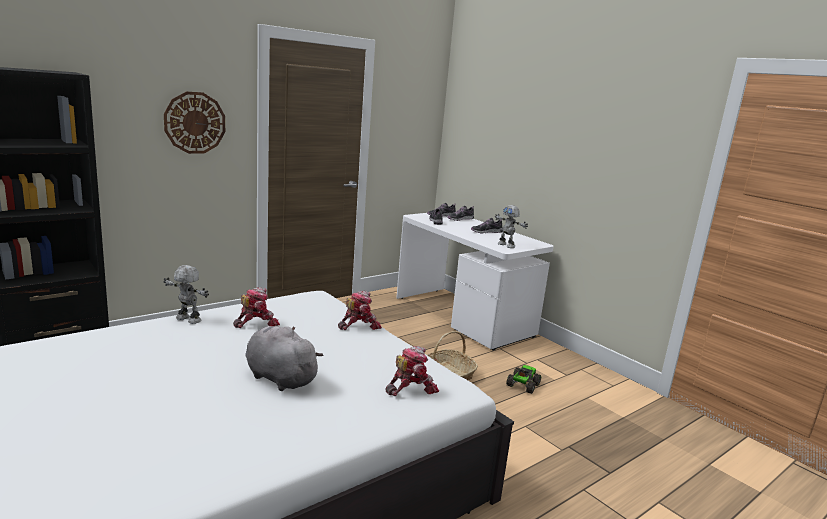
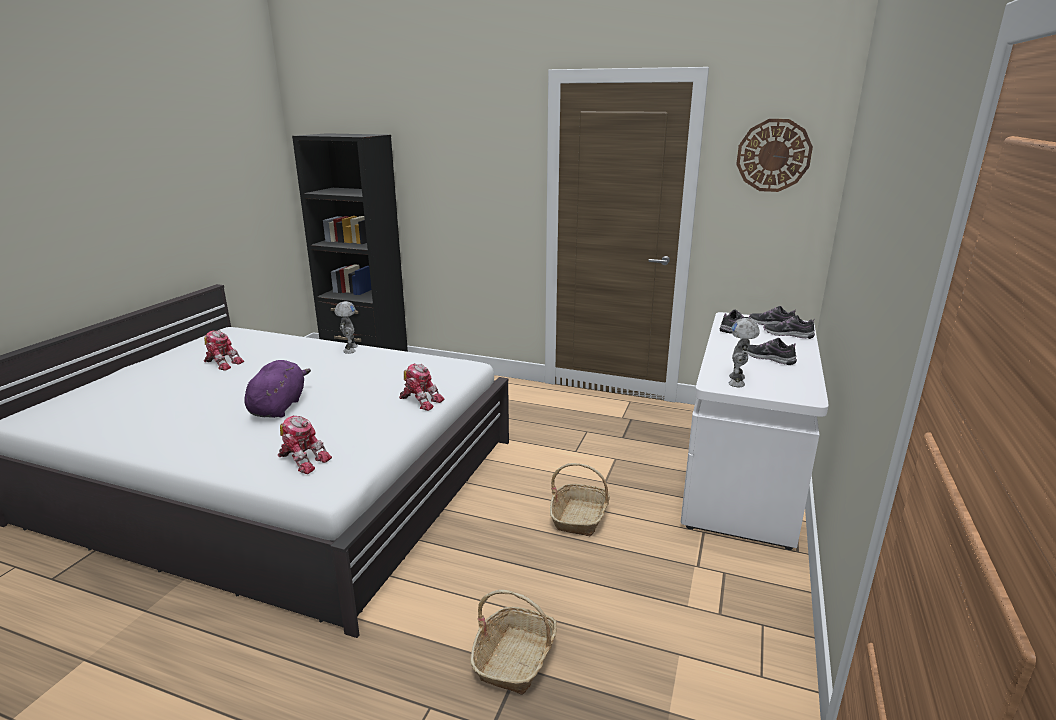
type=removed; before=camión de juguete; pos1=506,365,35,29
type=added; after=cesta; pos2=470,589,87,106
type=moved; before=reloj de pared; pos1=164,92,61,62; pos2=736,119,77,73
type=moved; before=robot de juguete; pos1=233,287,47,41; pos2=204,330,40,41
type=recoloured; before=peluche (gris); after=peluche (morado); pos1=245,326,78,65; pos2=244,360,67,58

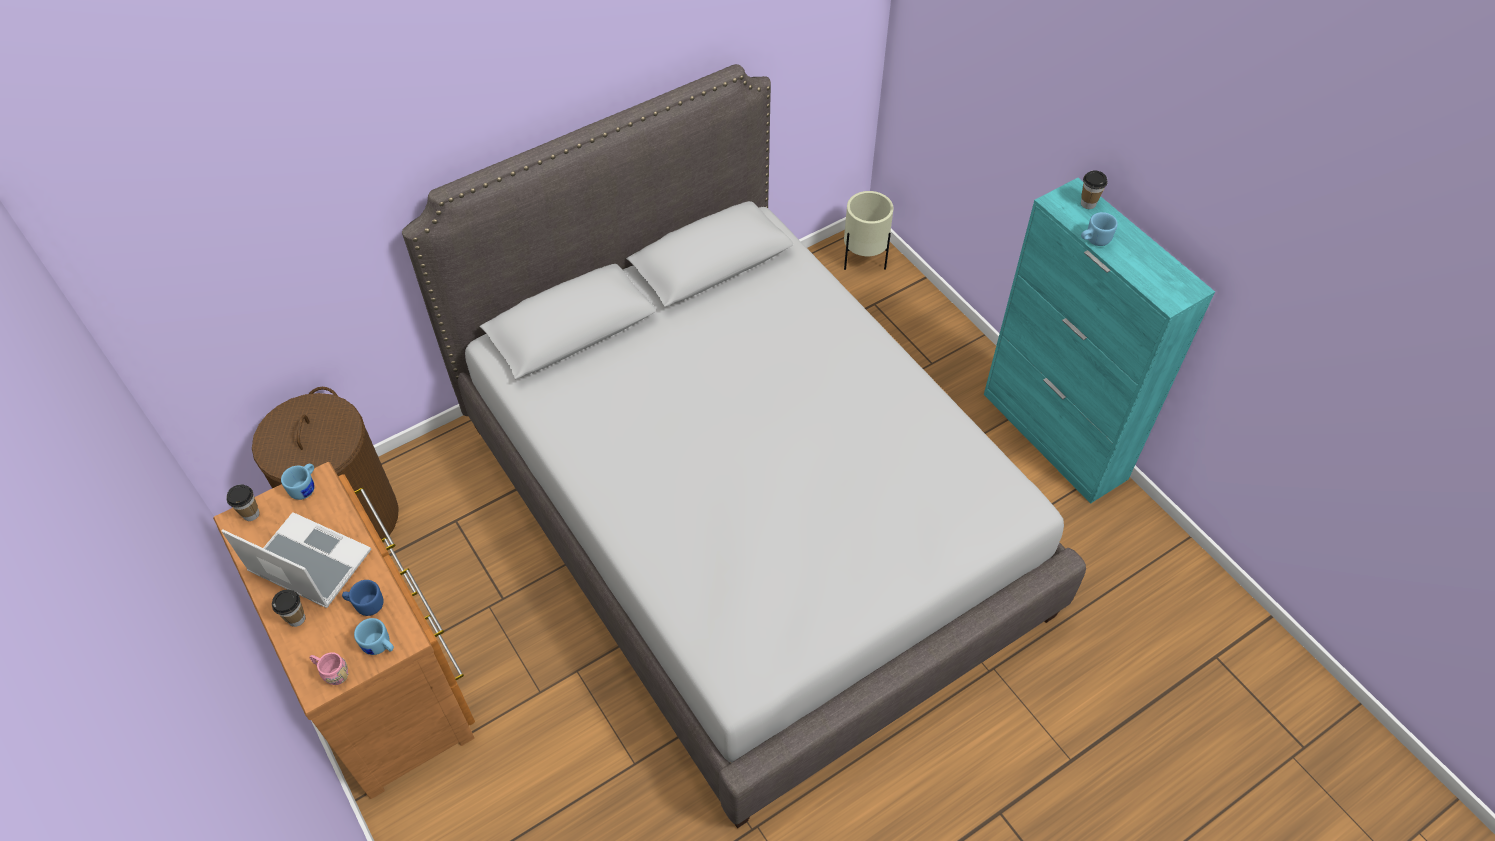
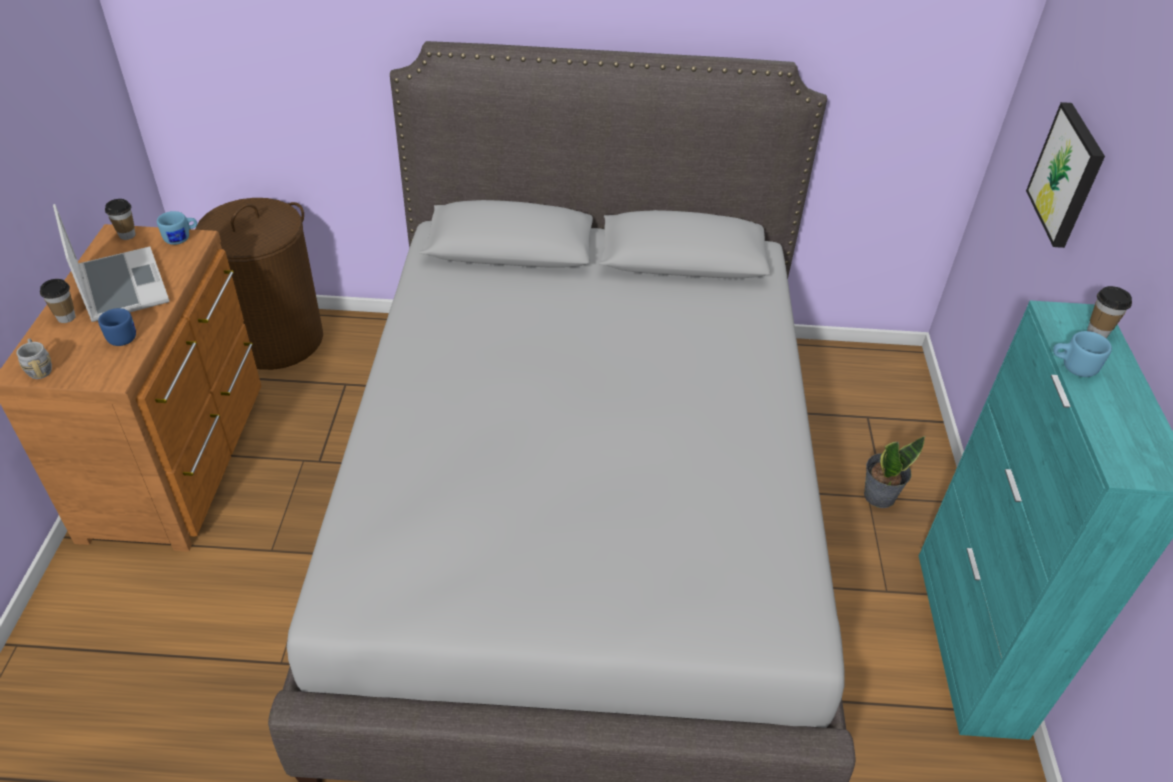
type=removed; before=taza grande (azul); pos1=354,618,40,37
type=removed; before=maceta (beis); pos1=844,191,50,79
type=added; after=planta en maceta; pos2=864,436,61,72
type=added; after=cuadro; pos2=1026,102,79,146
type=recoloured; before=taza grande (rosa); after=taza grande (gris); pos1=309,652,40,33; pos2=16,339,36,40

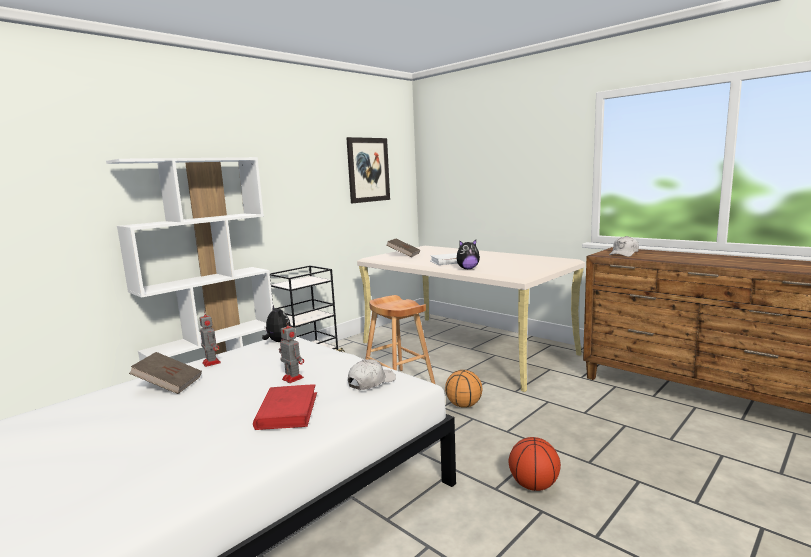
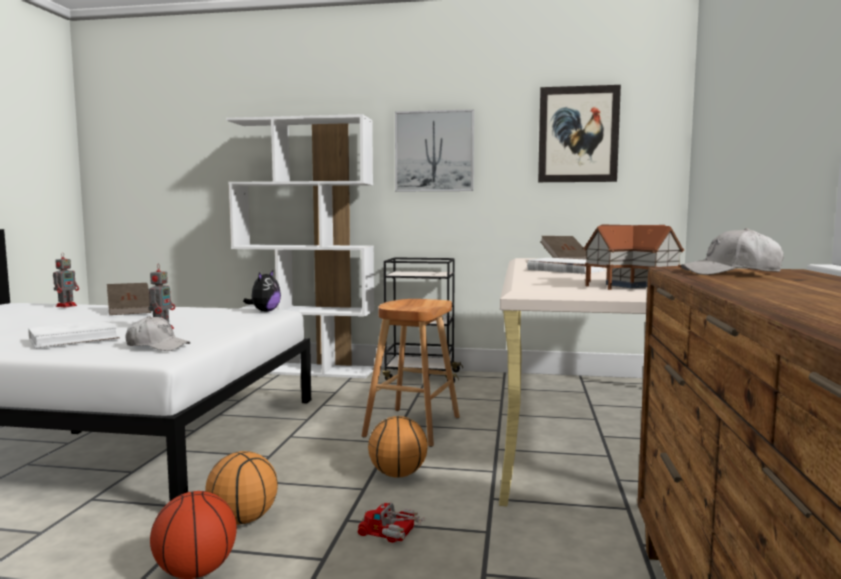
type=removed; before=peluche; pos1=457,240,23,29
type=added; after=balón de baloncesto; pos2=205,451,73,74
type=added; after=camión de juguete; pos2=357,503,70,40
type=added; after=cuadro; pos2=395,109,79,82
type=added; after=casita; pos2=584,224,101,66
type=moved; before=robot de juguete; pos1=199,310,22,57; pos2=53,252,26,56
type=recoloured; before=libro (rojo); after=libro (blanco); pos1=253,384,64,46; pos2=28,321,92,27

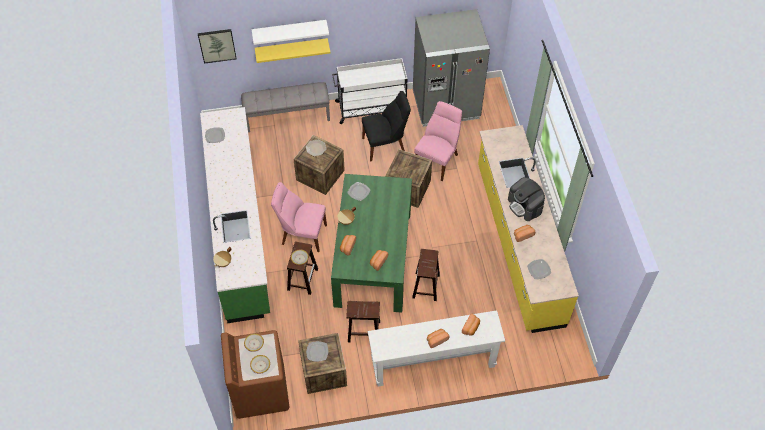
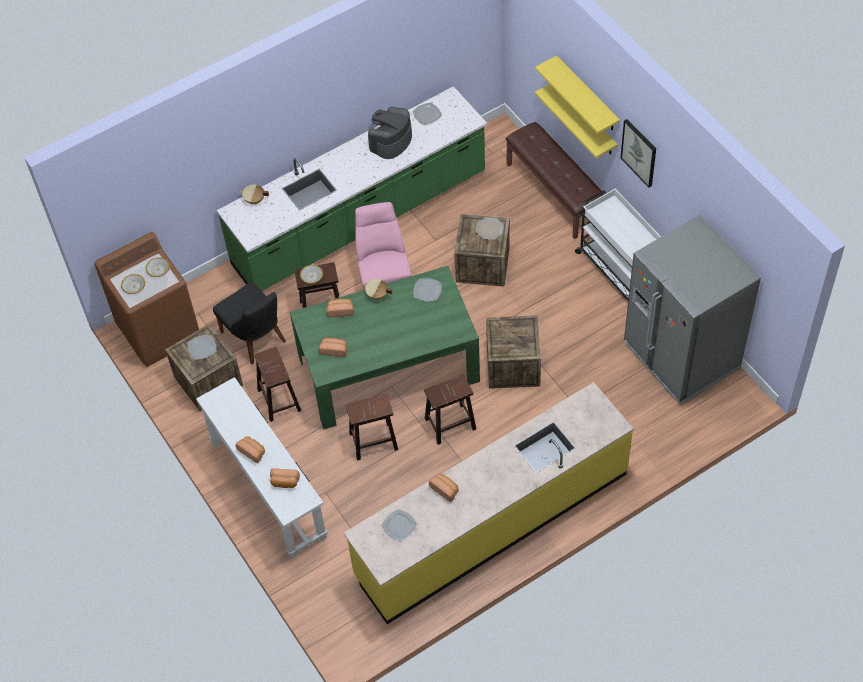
type=removed; before=silla (rosa); pos1=414,101,48,80
type=added; after=taburete (marrón); pos2=424,374,52,71
type=moved; before=cuadro; pos1=198,29,38,35; pos2=620,119,36,69
type=moved; before=silla (negro); pos1=362,91,49,71; pos2=213,282,73,83
type=moved; before=cafetera; pos1=508,177,37,44; pos2=368,107,44,52
type=recoloured; before=banco (gris); after=banco (marrón); pos1=241,82,89,50; pos2=506,122,98,117
type=recoloured; before=estante (blanco); after=estante (amarillo); pos1=252,20,77,25; pos2=535,56,85,78

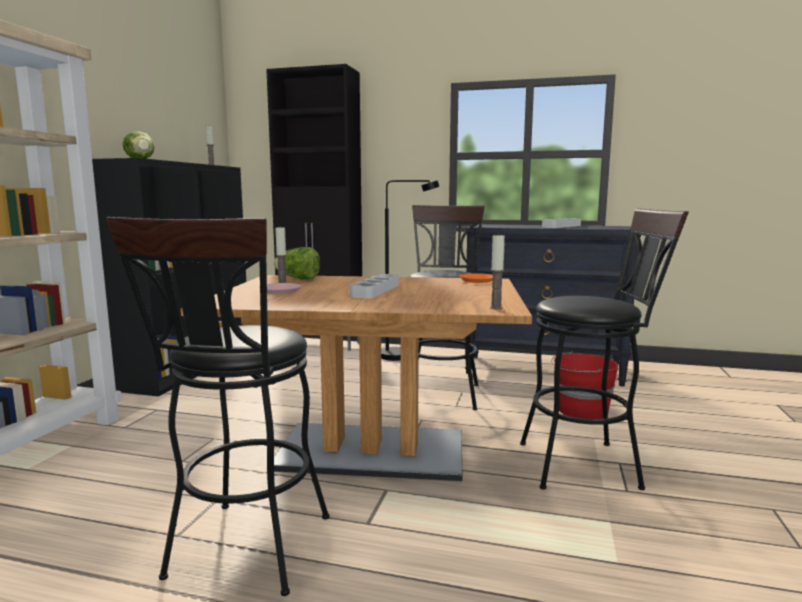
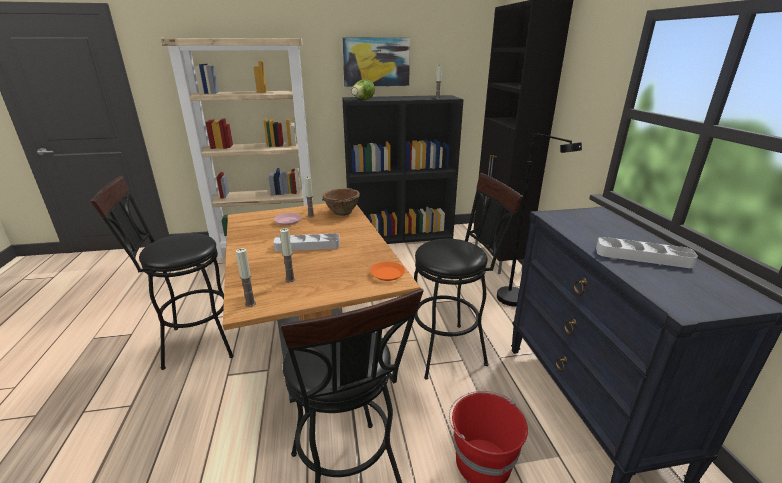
type=added; after=vela; pos2=279,228,16,54
type=added; after=cuadro; pos2=342,37,68,50
type=replaced; before=lechuga; after=cuenco (marrón); pos1=274,247,46,32; pos2=322,188,38,28

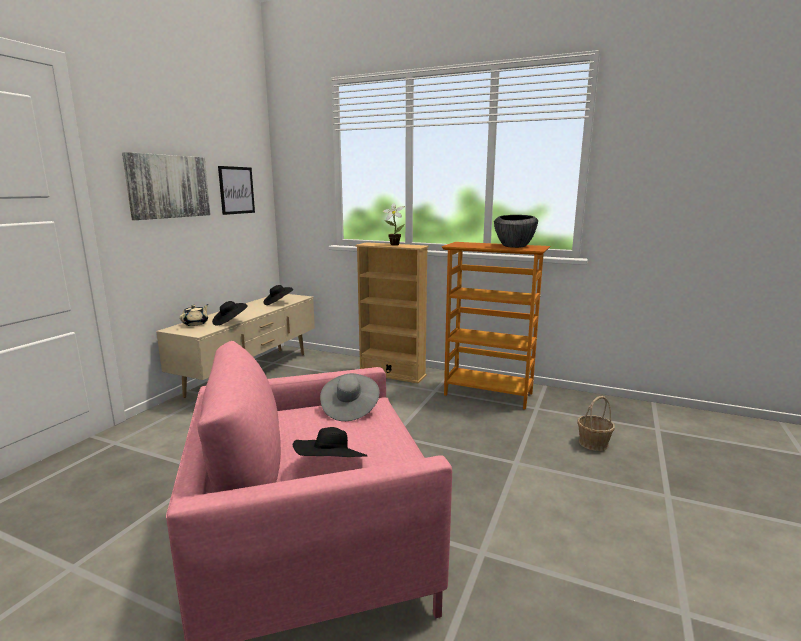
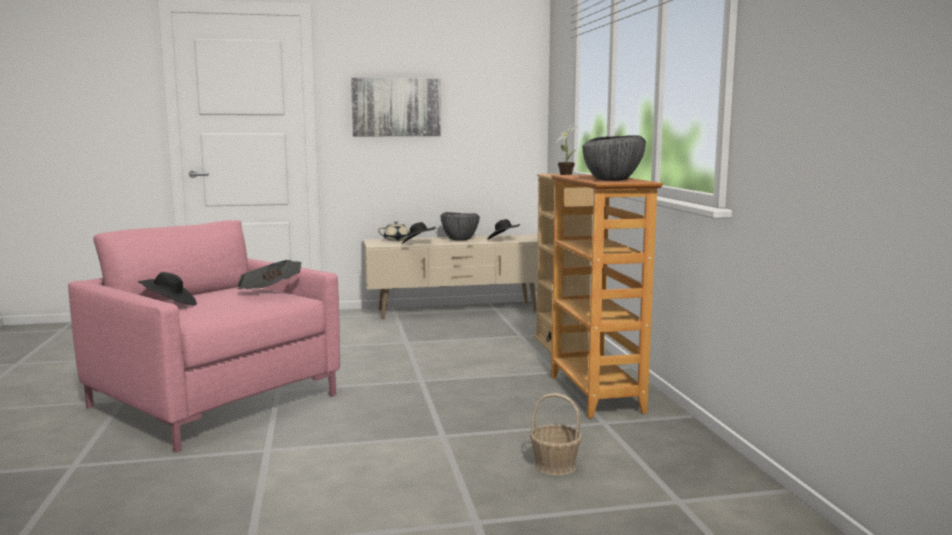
type=removed; before=cuadro; pos1=218,166,37,49
type=added; after=cuenco; pos2=440,212,40,28
type=replaced; before=sombrero (gris); after=periódico; pos1=320,373,60,48; pos2=237,260,65,29

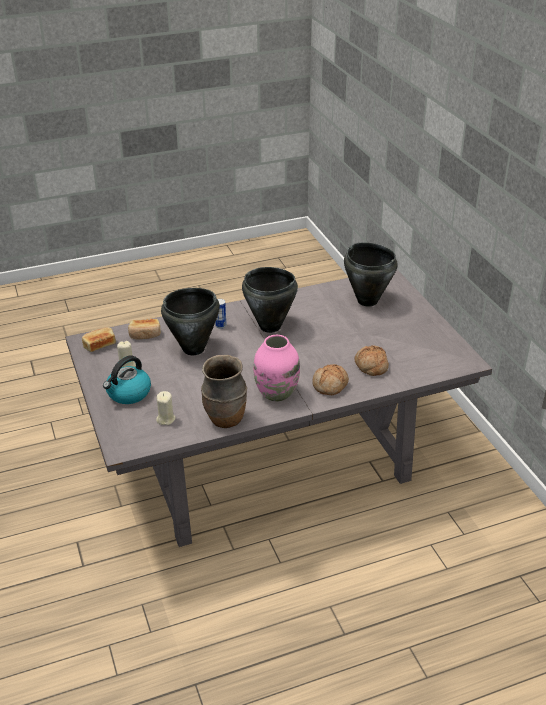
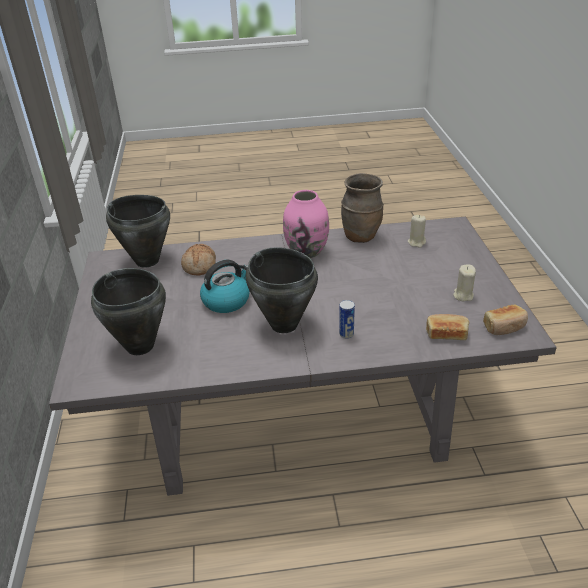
type=removed; before=pan; pos1=312,364,37,31
type=moved; before=hervidor; pos1=103,355,48,49; pos2=200,260,50,53
type=moved; before=olla (negro); pos1=161,288,59,67; pos2=106,195,64,73

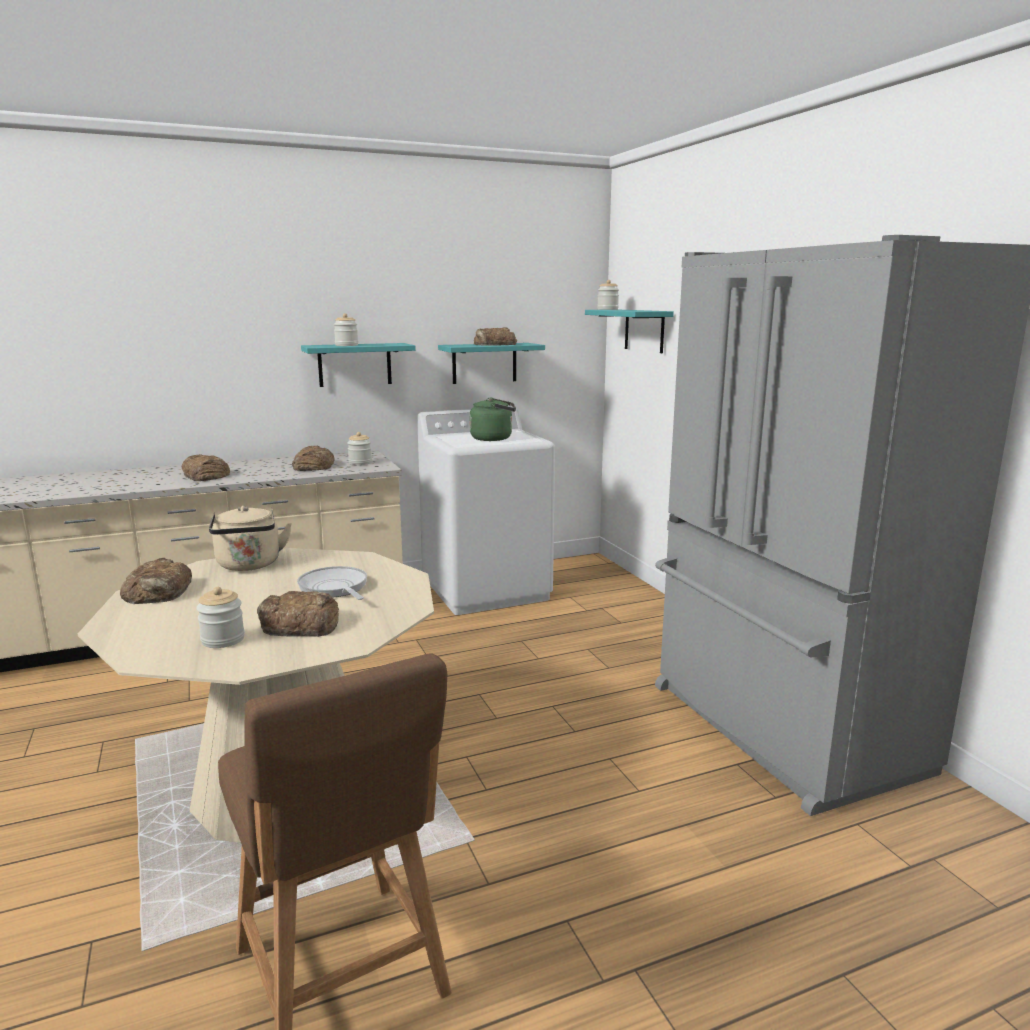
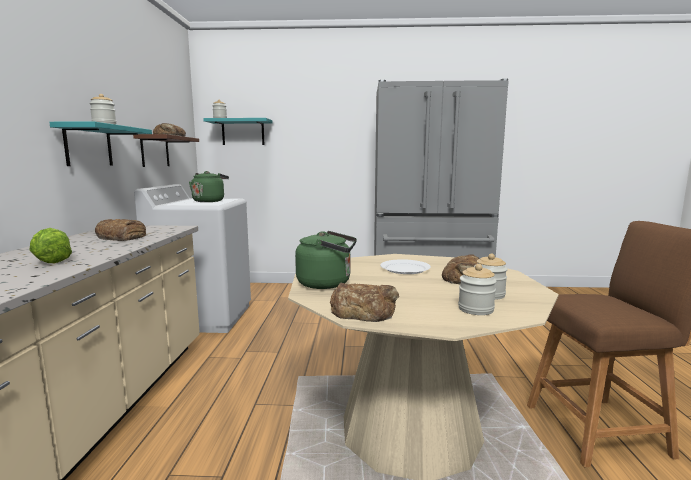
type=moved; before=tarro; pos1=347,432,25,33; pos2=458,264,39,51
type=replaced; before=pan; after=lechuga; pos1=182,454,48,27; pos2=30,228,42,35
type=replaced; before=sartén; after=plato (blanco); pos1=297,566,70,34; pos2=380,259,51,15
type=recoloured; before=hervidor (beis); after=hervidor (verde); pos1=209,506,83,65; pos2=295,231,62,58
type=recoloured; before=estante (turquesa); after=estante (marrón); pos1=438,343,107,41; pos2=133,134,66,33

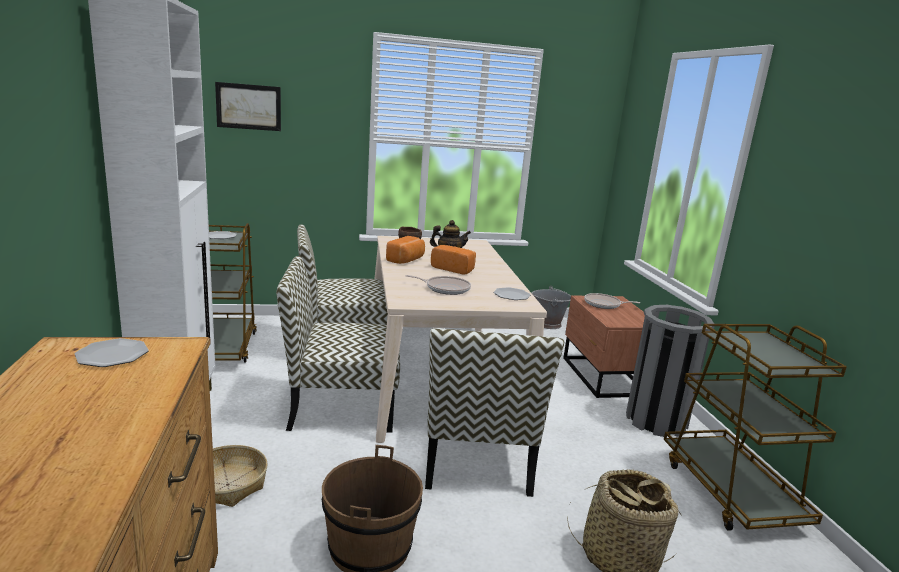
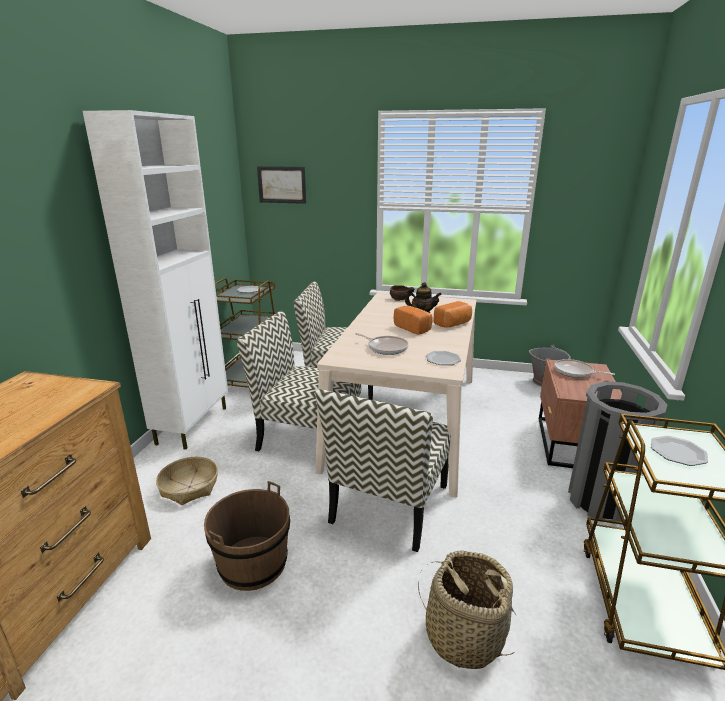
type=moved; before=plato; pos1=75,338,74,29; pos2=651,436,57,30
type=moved; before=pan; pos1=386,236,39,28; pos2=434,301,38,27

